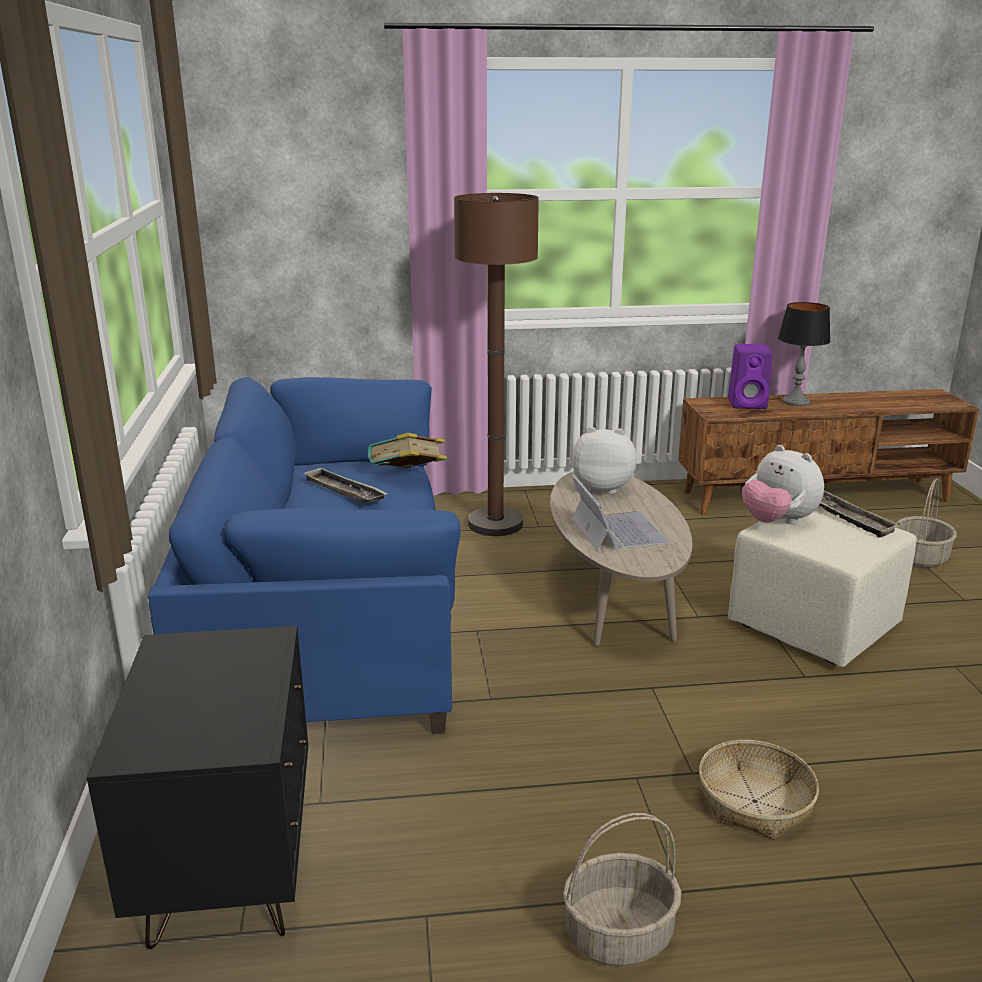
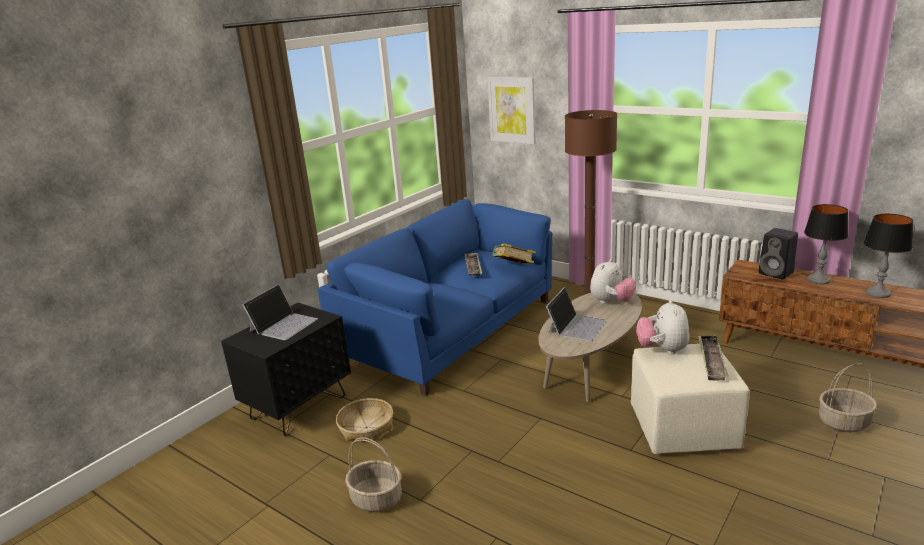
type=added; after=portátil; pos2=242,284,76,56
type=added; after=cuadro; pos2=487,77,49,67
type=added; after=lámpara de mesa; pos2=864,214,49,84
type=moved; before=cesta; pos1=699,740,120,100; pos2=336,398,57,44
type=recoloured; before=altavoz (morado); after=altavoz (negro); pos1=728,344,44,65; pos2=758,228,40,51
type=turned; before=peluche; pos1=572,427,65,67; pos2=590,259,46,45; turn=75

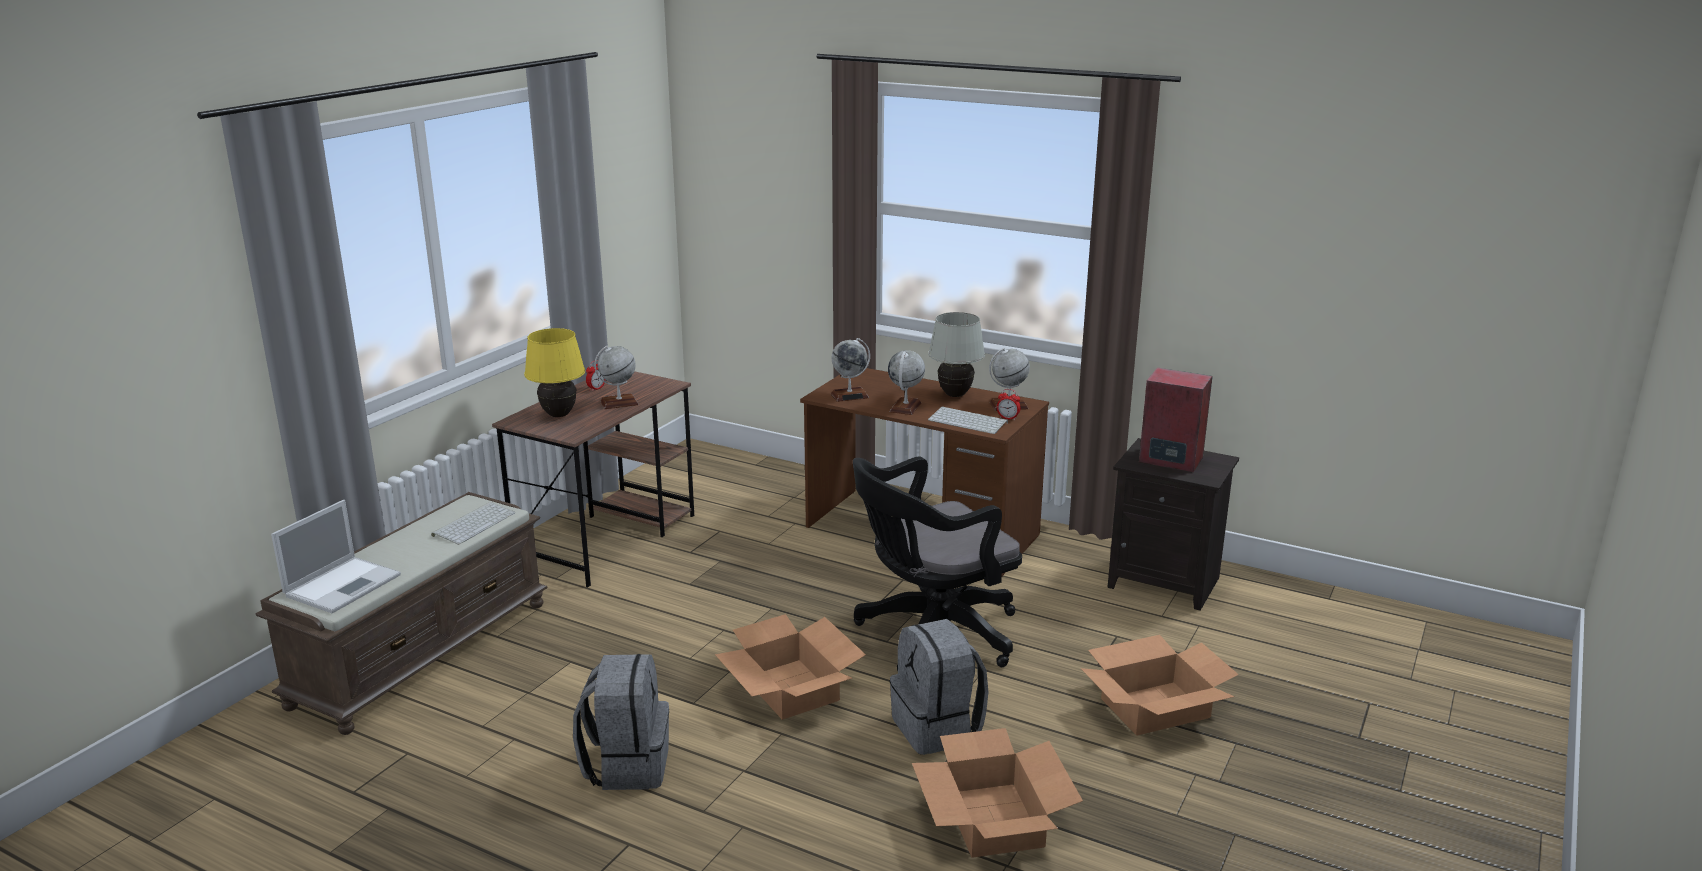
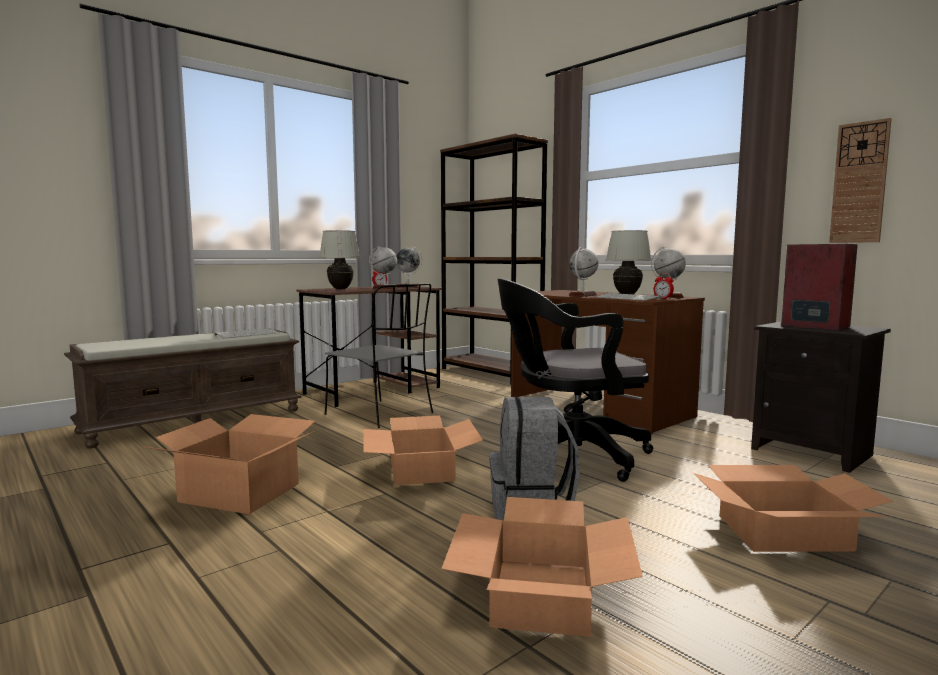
type=removed; before=portátil; pos1=271,500,130,113
type=added; after=silla (gris); pos2=325,283,108,145
type=added; after=estantería (marrón); pos2=440,134,108,250
type=added; after=reloj de pared; pos2=829,118,63,125
type=moved; before=globo terráqueo; pos1=831,338,39,64; pos2=396,246,26,42
type=replaced; before=mochila (gris); after=caja de cartón; pos1=573,654,96,136; pos2=143,414,173,100
type=recoloured; before=lámpara de mesa (amarillo); after=lámpara de mesa (blanco); pos1=524,328,61,89; pos2=319,230,41,59

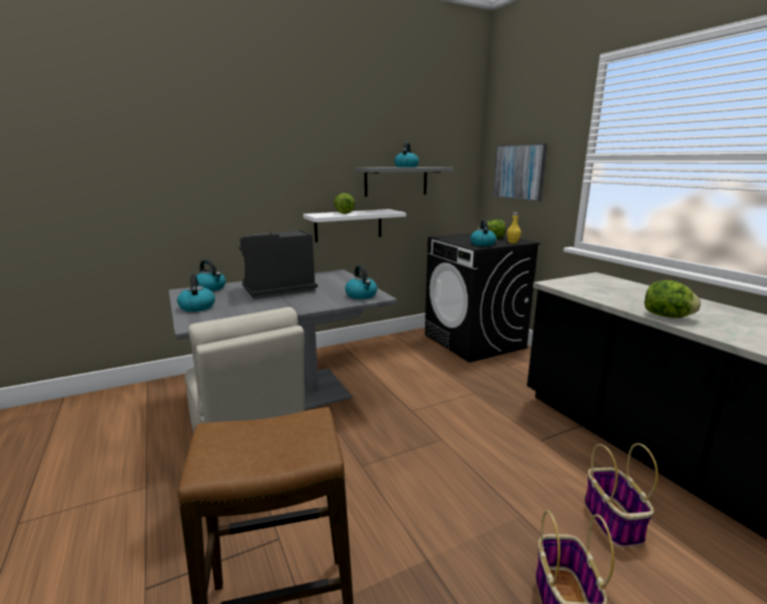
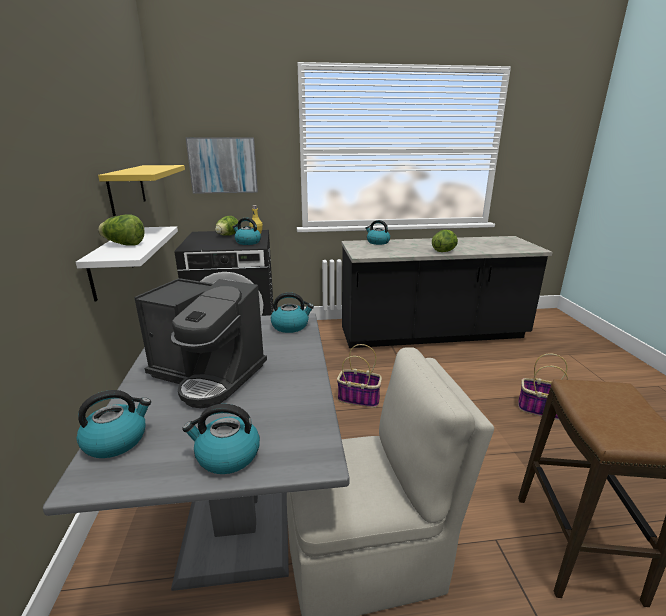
type=moved; before=hervidor; pos1=394,142,25,25; pos2=366,220,24,25
type=moved; before=cesta; pos1=584,443,74,104; pos2=337,344,45,64
type=recoloured; before=estante (gris); after=estante (amarillo); pos1=355,167,99,30; pos2=98,165,87,51
type=turned; before=cafetera; pos1=239,230,79,69; pos2=134,278,133,130; turn=-60

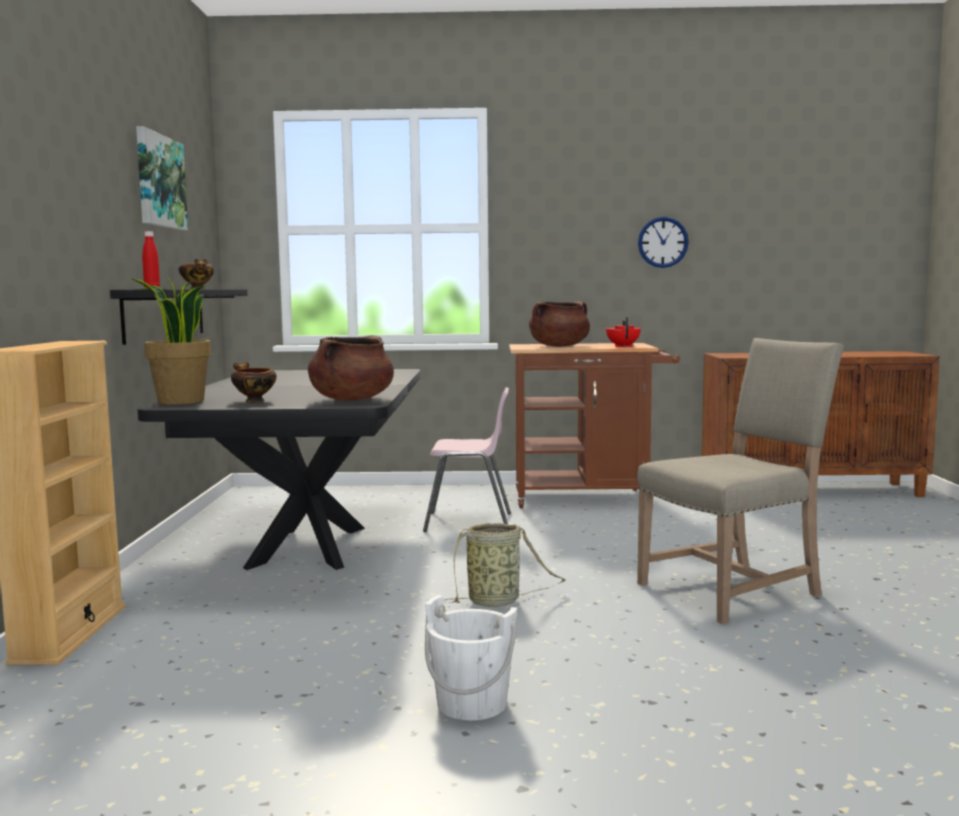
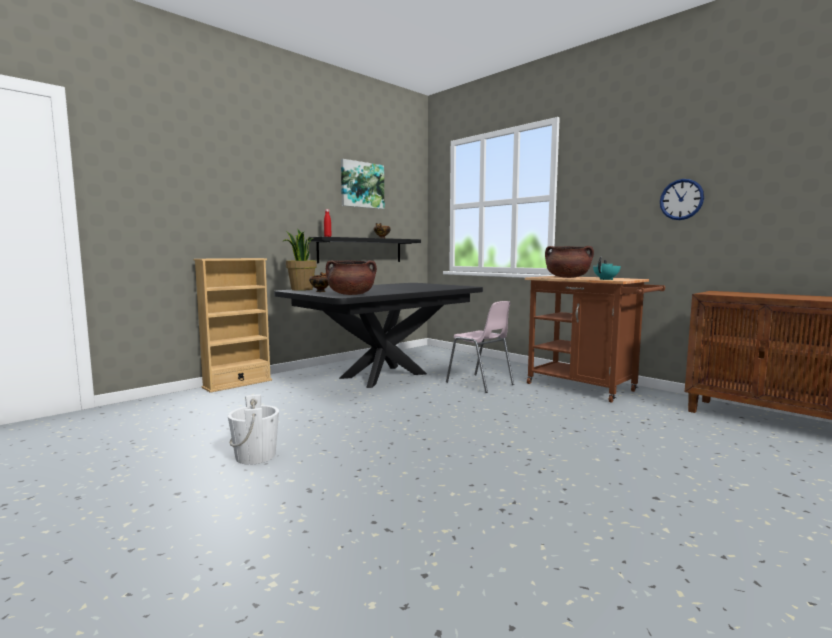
type=removed; before=cesta; pos1=444,523,122,84
type=removed; before=silla (beis); pos1=637,338,207,286
type=recoloured; before=tetera (rojo); after=tetera (turquesa); pos1=606,317,35,30; pos2=593,257,28,23

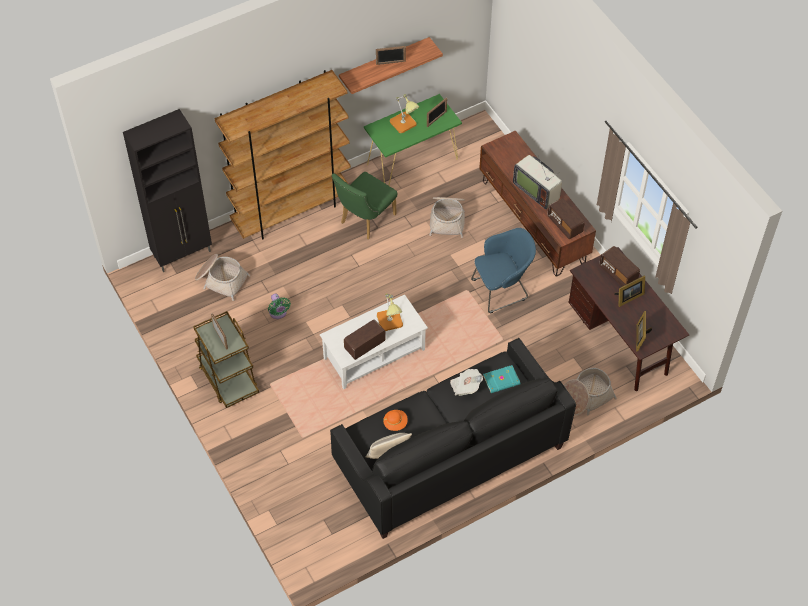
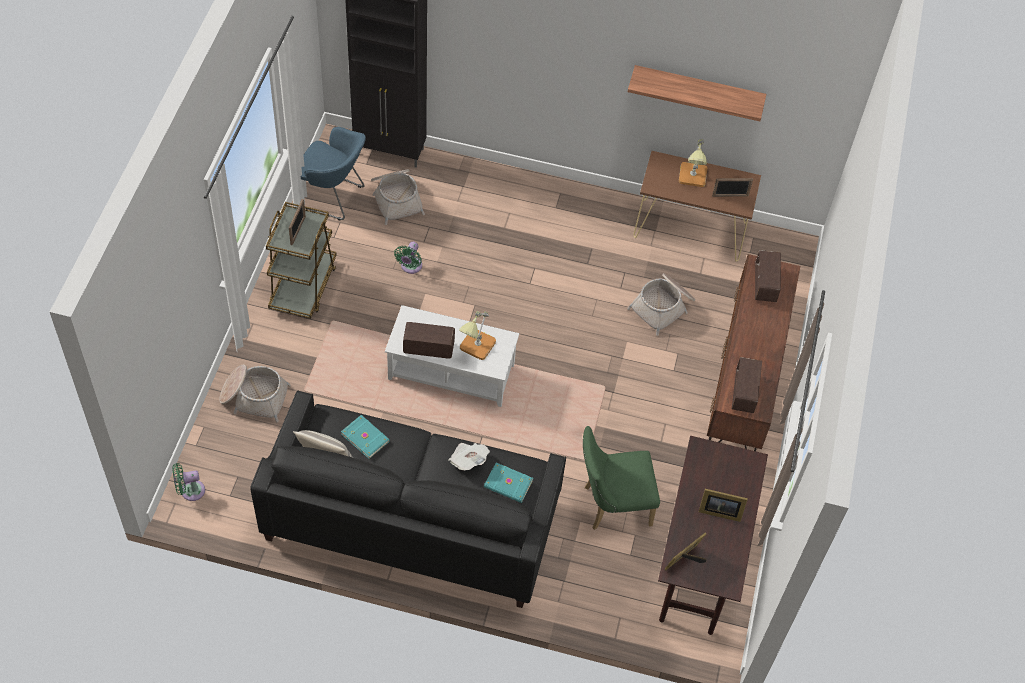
type=removed; before=estantería (marrón); pos1=214,70,137,170
type=removed; before=portarretratos; pos1=376,46,30,19
type=removed; before=televisor; pos1=513,155,49,54
type=added; after=ventilador (verde); pos2=172,463,33,38
type=moved; before=silla (verde); pos1=332,172,65,67; pos2=583,426,77,104
type=moved; before=sillón (azul); pos1=471,228,65,86; pos2=301,127,65,94
type=moved; before=cesta; pos1=564,368,53,47; pos2=219,365,72,57
type=moved; before=radio; pos1=599,246,41,41; pos2=755,250,26,52
type=replaced; before=sombrero (naranja); after=libro (turquesa); pos1=383,410,25,21; pos2=341,415,49,44
type=recoloured; before=mesa consola (verde); after=mesa consola (marrón); pos1=364,94,98,92; pos2=633,151,128,111

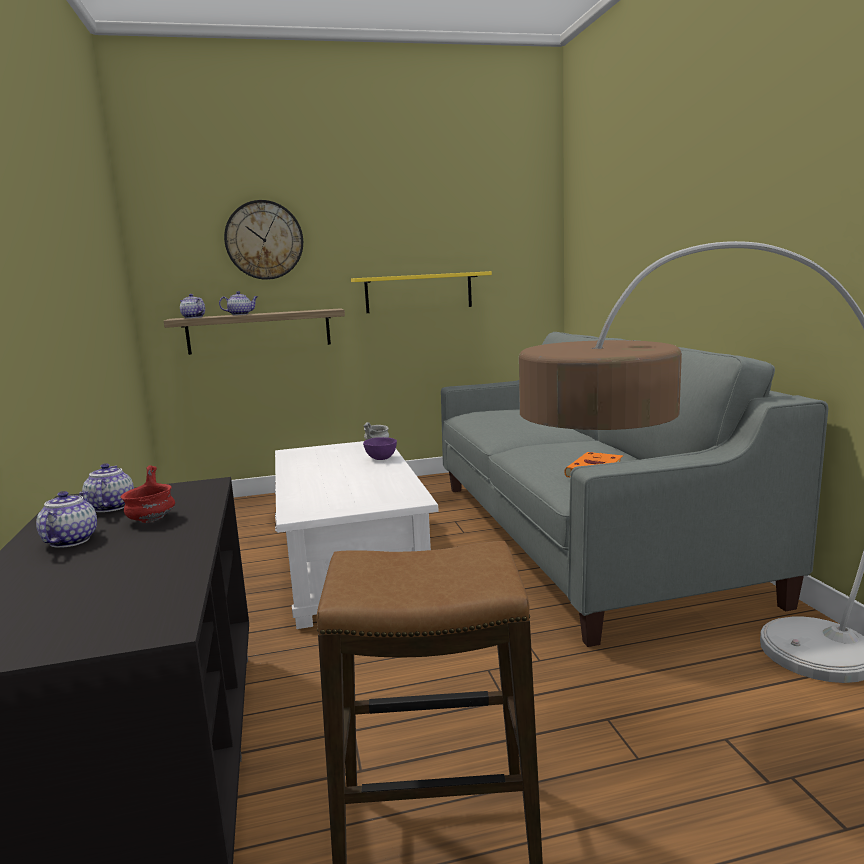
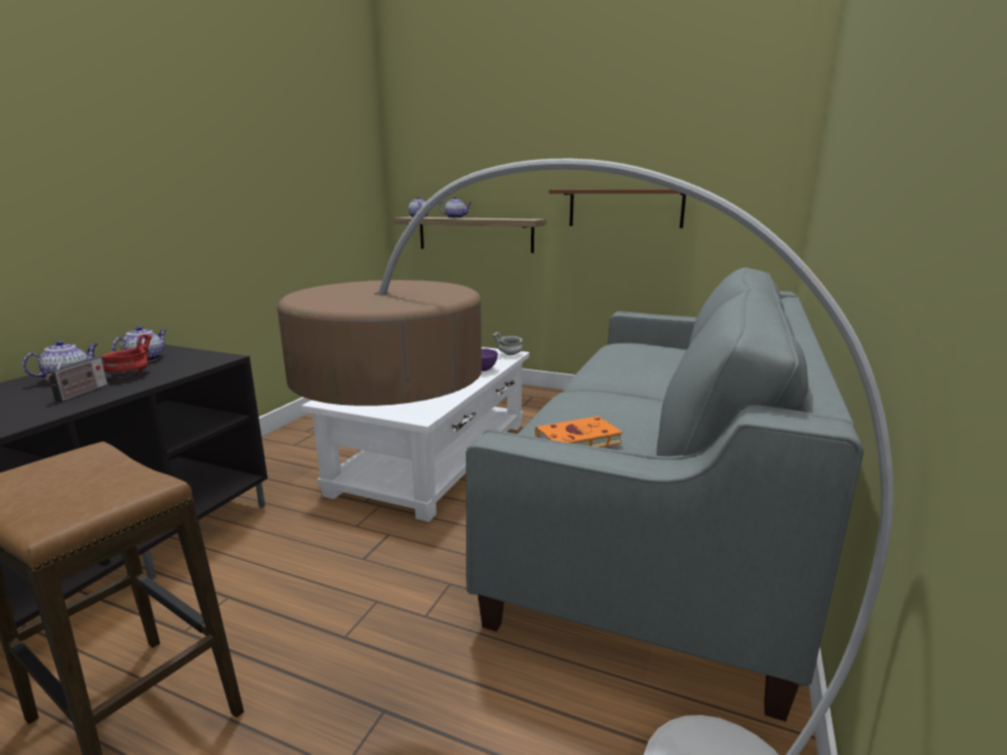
type=removed; before=reloj de pared; pos1=224,200,79,80
type=added; after=radio; pos2=45,350,63,51
type=recoloured; before=estante (amarillo); after=estante (marrón); pos1=351,271,141,42; pos2=549,189,137,39

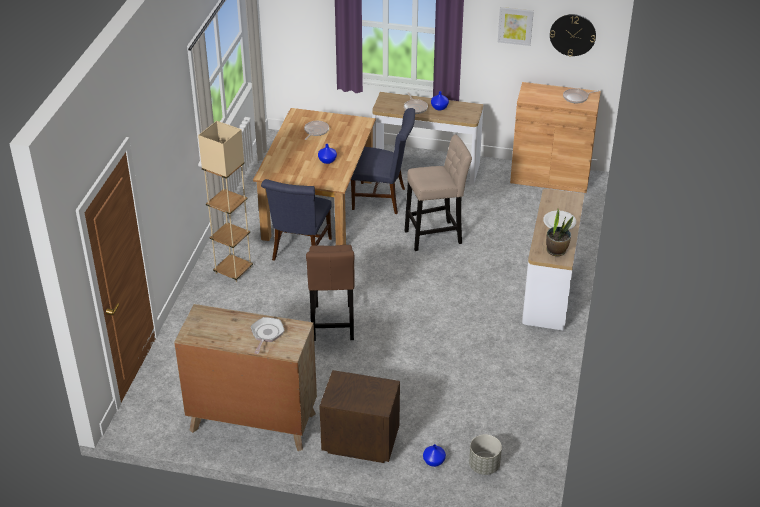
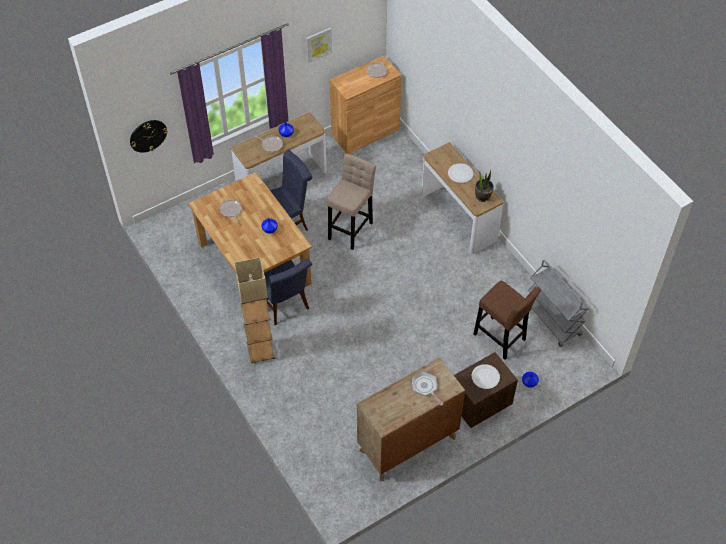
type=removed; before=maceta (gris); pos1=469,434,33,41
type=added; after=plato (blanco); pos2=472,364,28,25
type=added; after=carrito (gris); pos2=528,260,61,87
type=moved; before=taburete (marrón); pos1=306,245,49,96; pos2=474,281,67,79
type=moved; before=reloj de pared; pos1=550,14,46,42; pos2=130,120,38,33

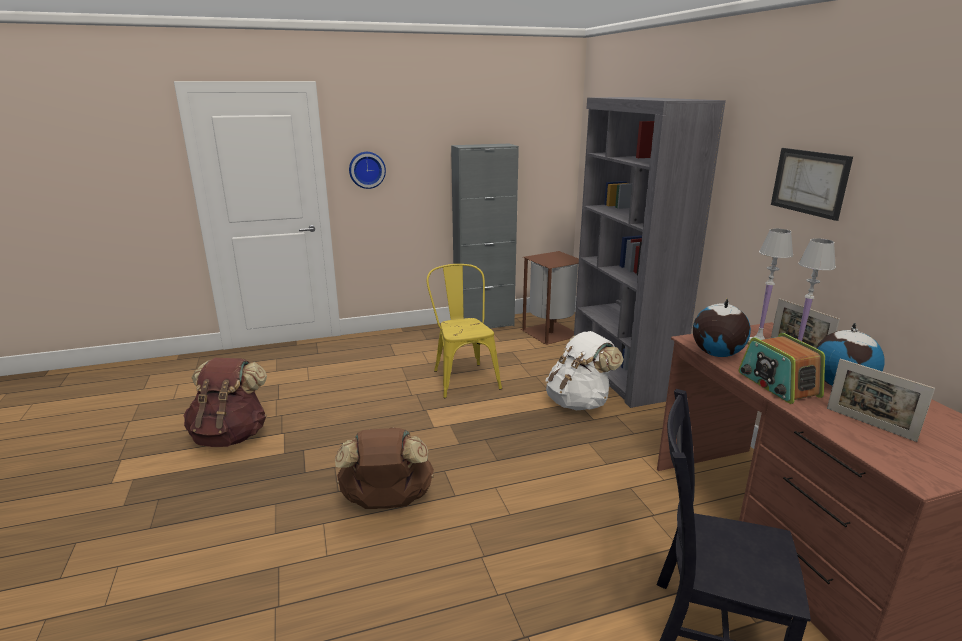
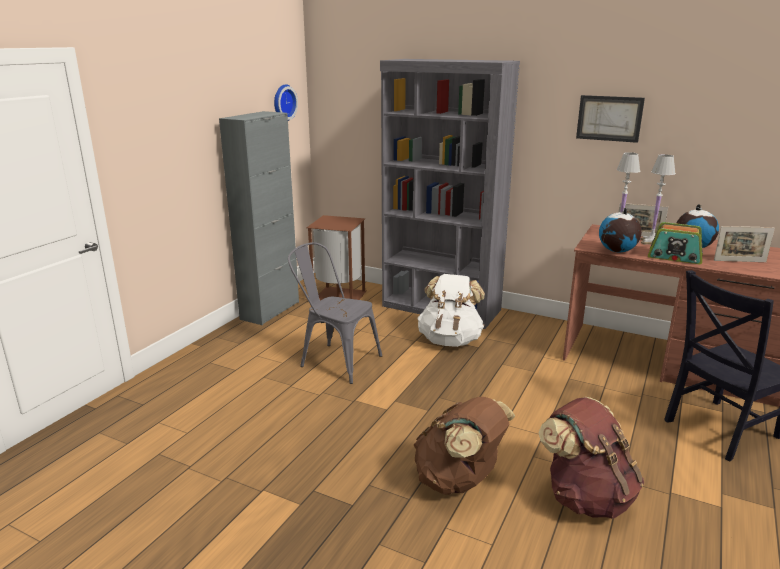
type=moved; before=mochila (marrón); pos1=184,358,83,89; pos2=538,397,107,122
type=moved; before=reloj de pared; pos1=349,152,37,37; pos2=274,84,24,37
type=recoloured; before=silla (amarillo); after=silla (gris); pos1=427,264,75,134; pos2=288,242,94,142

